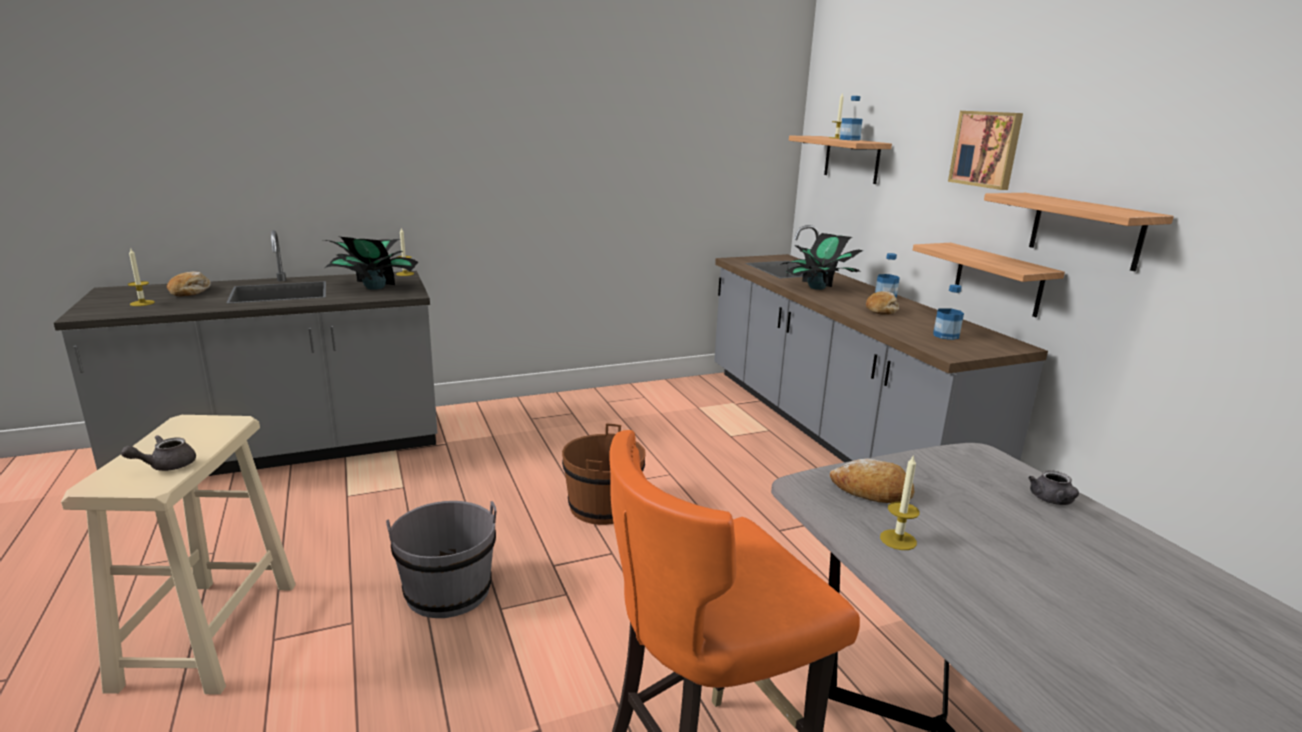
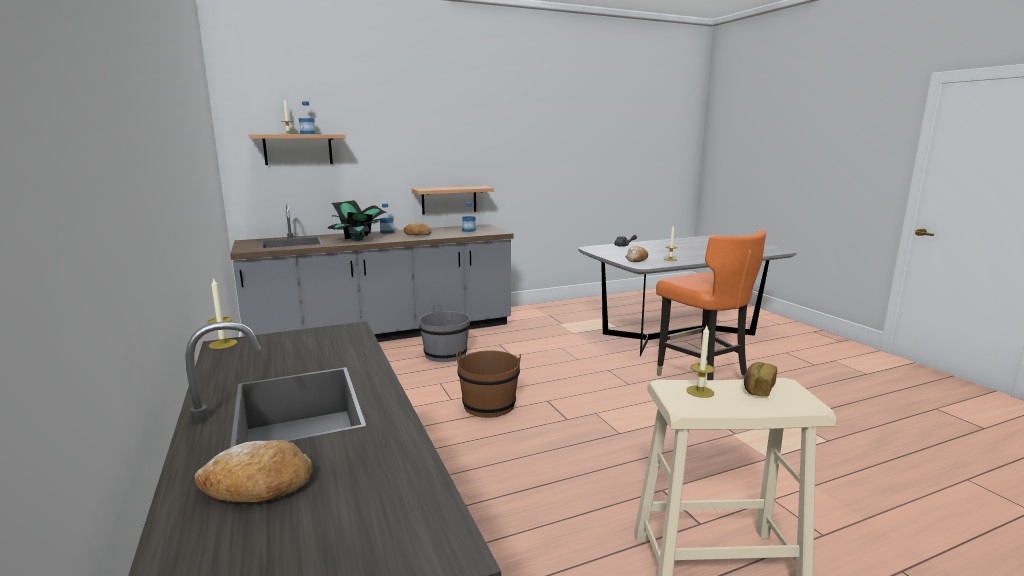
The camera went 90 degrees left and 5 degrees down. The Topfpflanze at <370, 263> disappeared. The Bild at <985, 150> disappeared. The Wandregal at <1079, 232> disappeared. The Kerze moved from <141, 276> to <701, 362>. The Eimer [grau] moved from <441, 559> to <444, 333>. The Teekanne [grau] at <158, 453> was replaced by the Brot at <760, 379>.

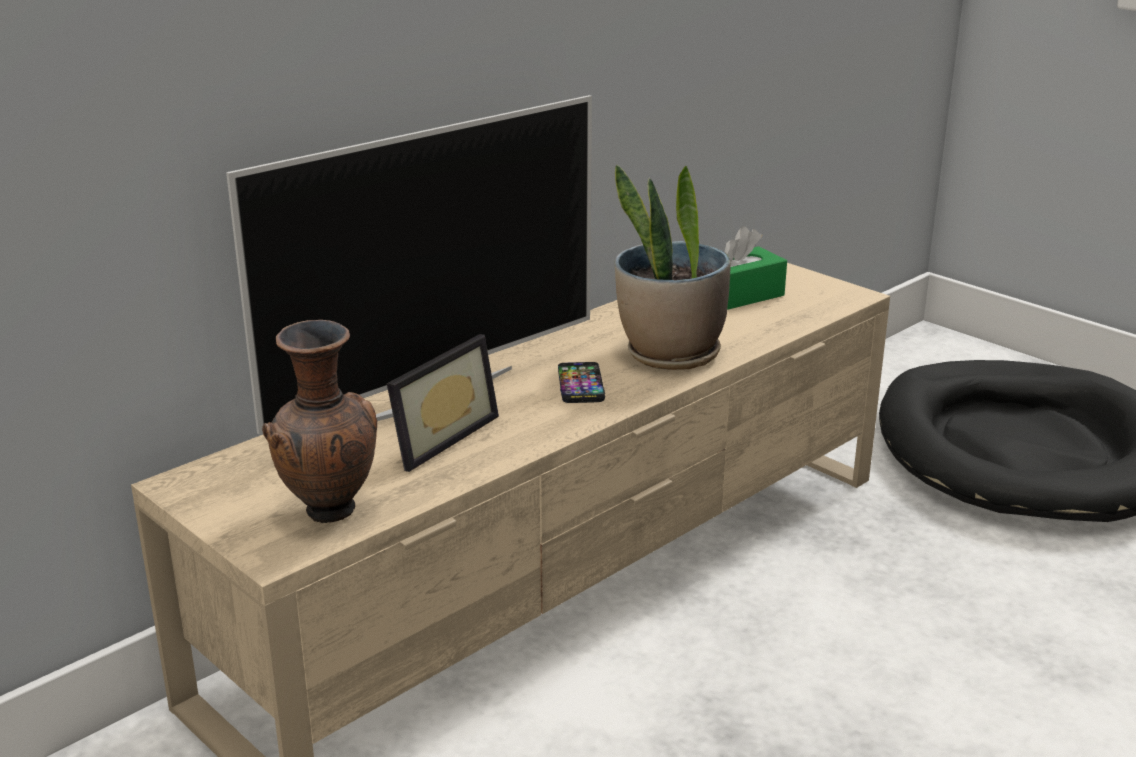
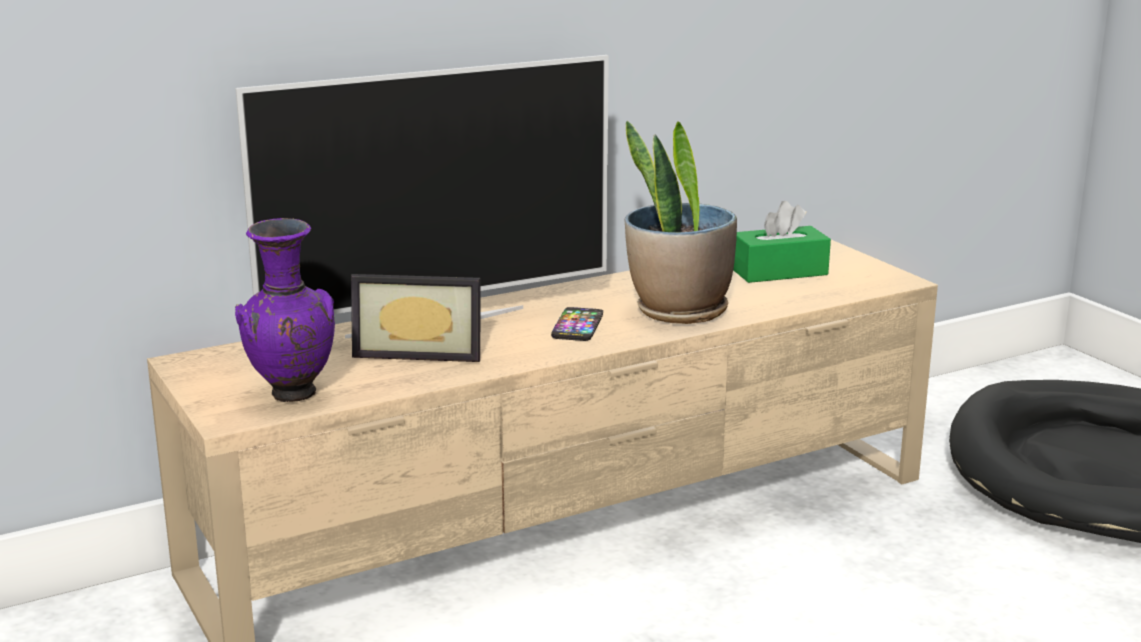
The camera went 15 degrees right and 5 degrees down. The Vase [braun] at <319, 421> became the Vase [lila] at <285, 310>. The Bilderrahmen at <443, 403> turned 45 degrees clockwise.

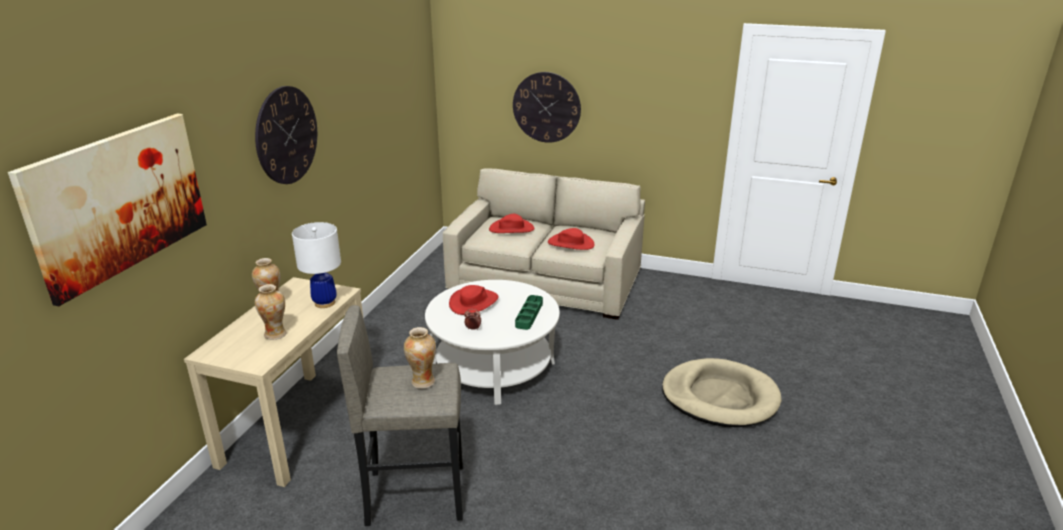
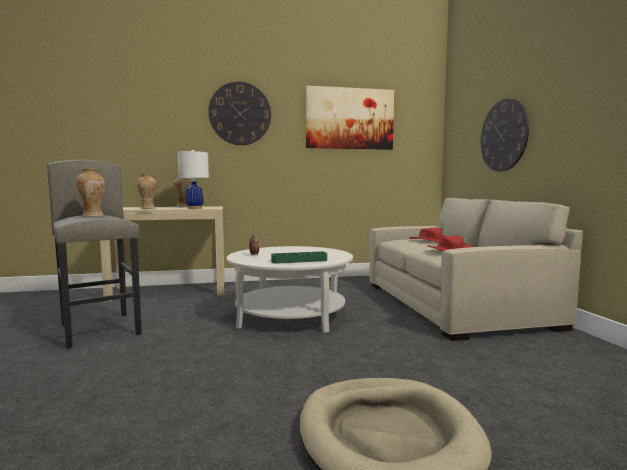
The camera went 60 degrees right and 20 degrees down. The Hut [rot] at <474, 300> disappeared. The Bild moved from <107, 210> to <350, 117>.

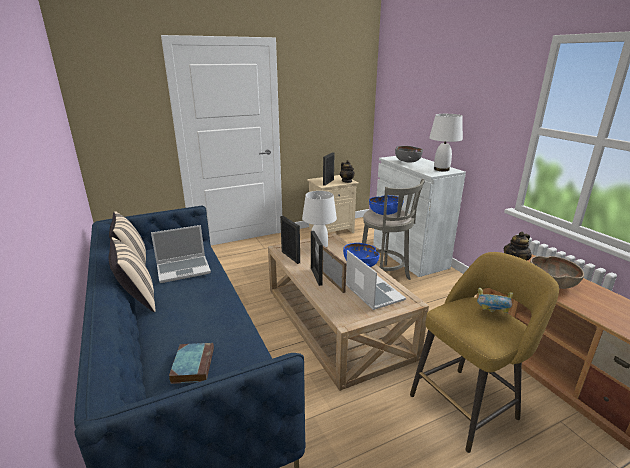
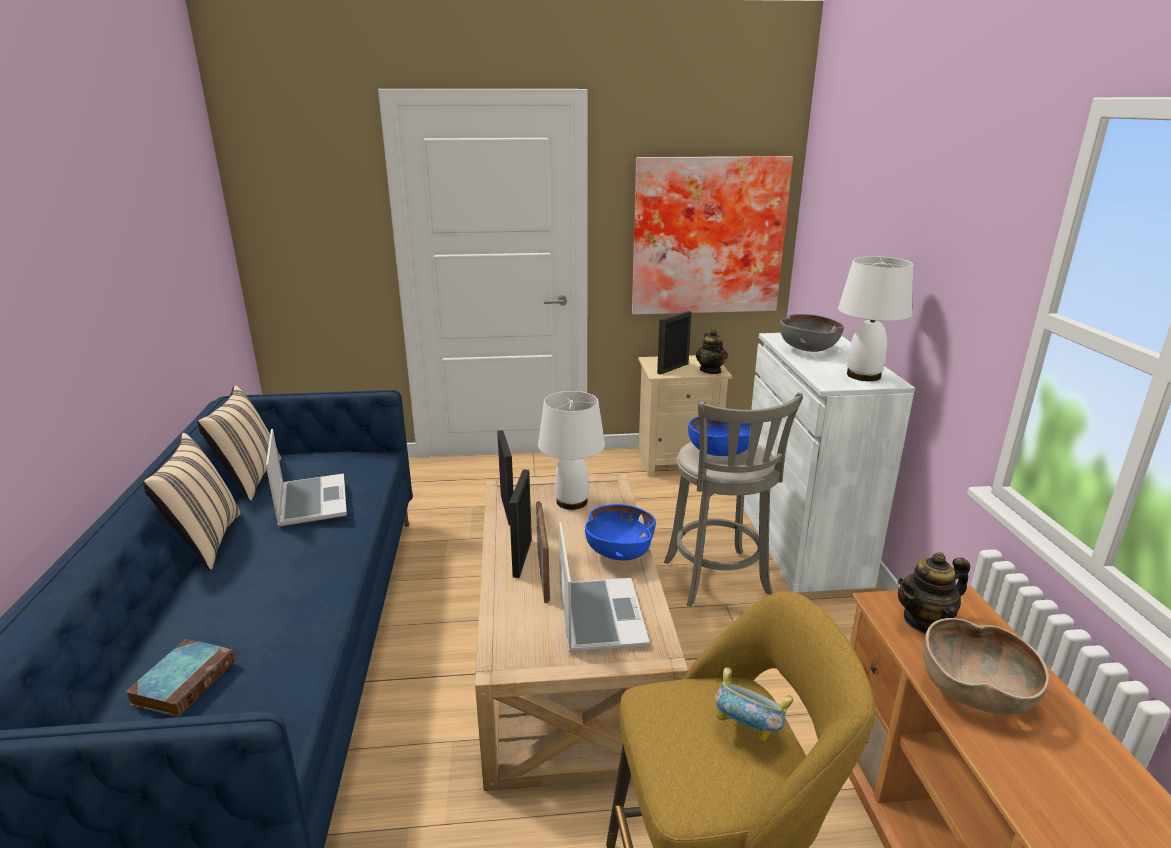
The camera went 20 degrees right and 0 degrees up. The Bild at <712, 235> appeared. The Laptop at <181, 254> turned 105 degrees counterclockwise.

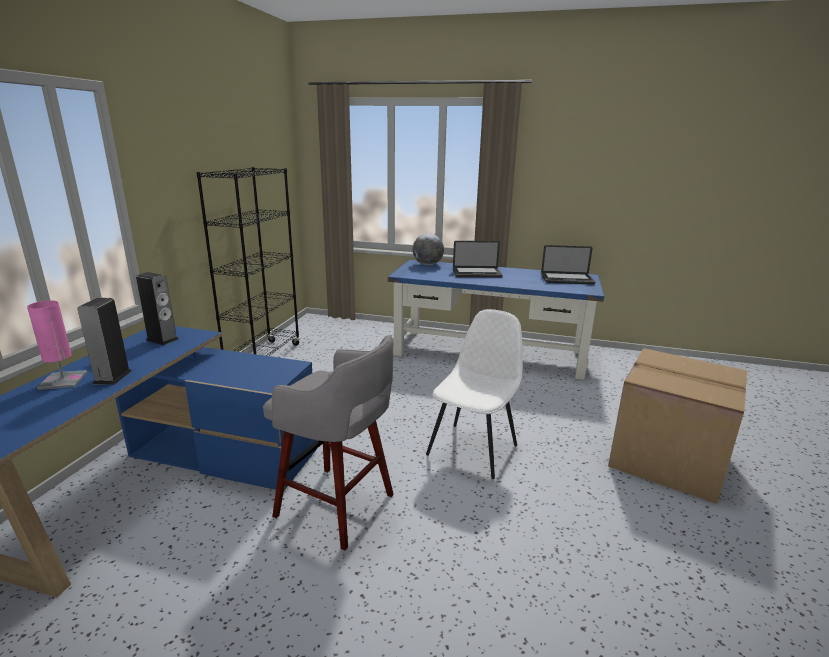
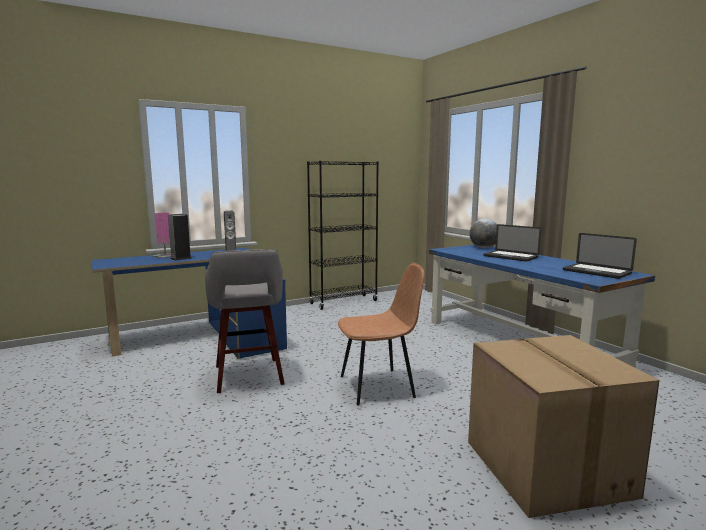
The camera went 45 degrees right and 10 degrees down. The Stuhl [weiß] at <474, 394> became the Stuhl [braun] at <381, 334>.

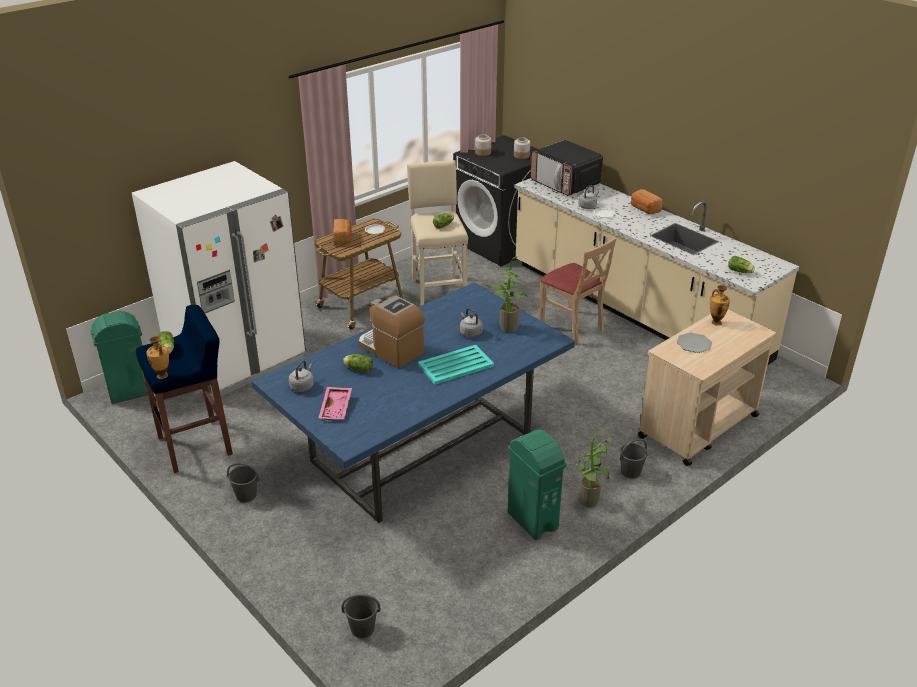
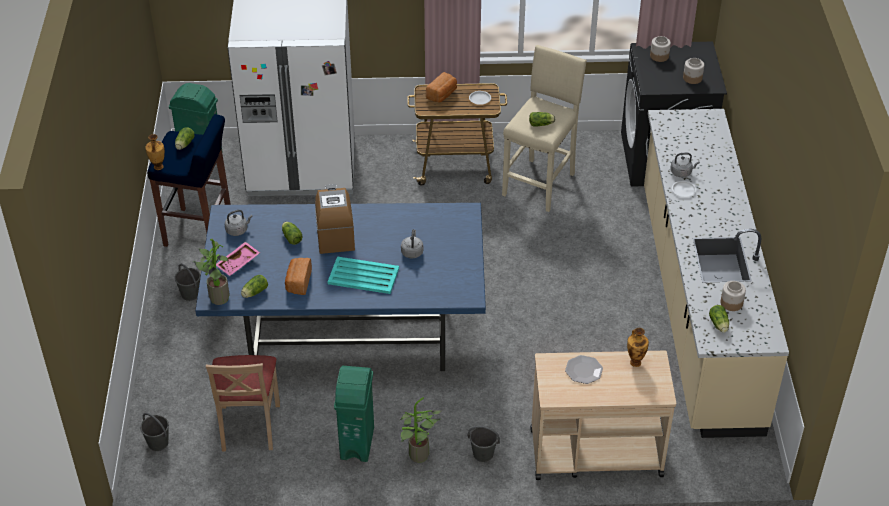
The camera went 40 degrees right and 10 degrees up. The Mikrowelle at <566, 168> disappeared. The Salatkopf at <254, 286> appeared. The Vorratsglas at <733, 296> appeared. The Topfpflanze moved from <507, 294> to <211, 272>. The Stuhl [beige] moved from <577, 292> to <243, 403>. The Brot moved from <647, 201> to <298, 276>.

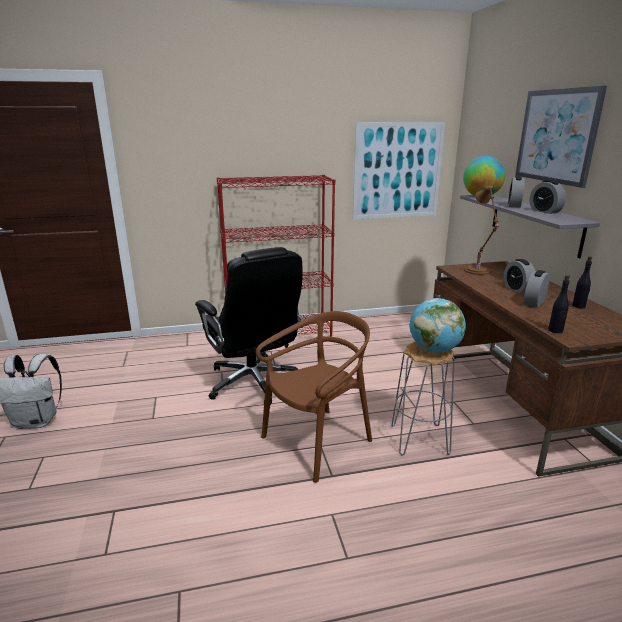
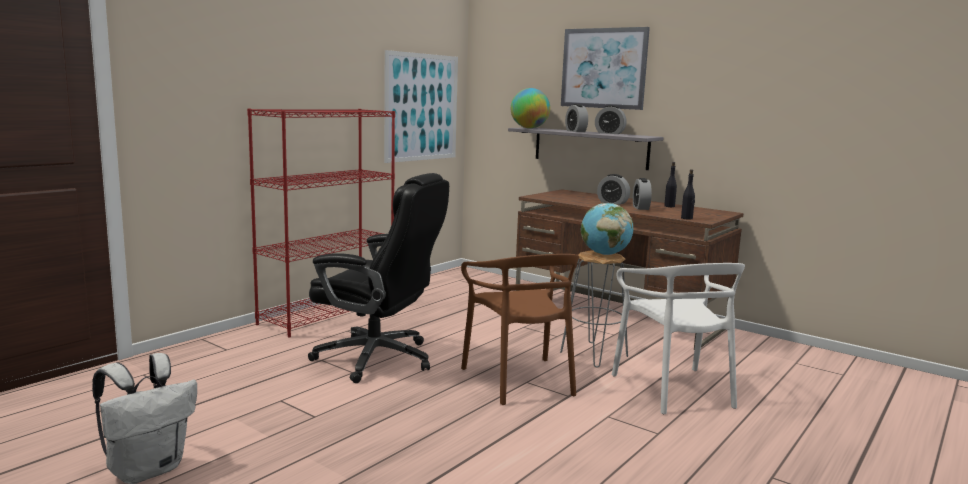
The camera went 40 degrees left and 10 degrees down. The Tischlampe [braun] at <482, 230> disappeared. The Stuhl [weiß] at <678, 338> appeared. The Stuhl [braun] at <314, 397> turned 150 degrees clockwise.

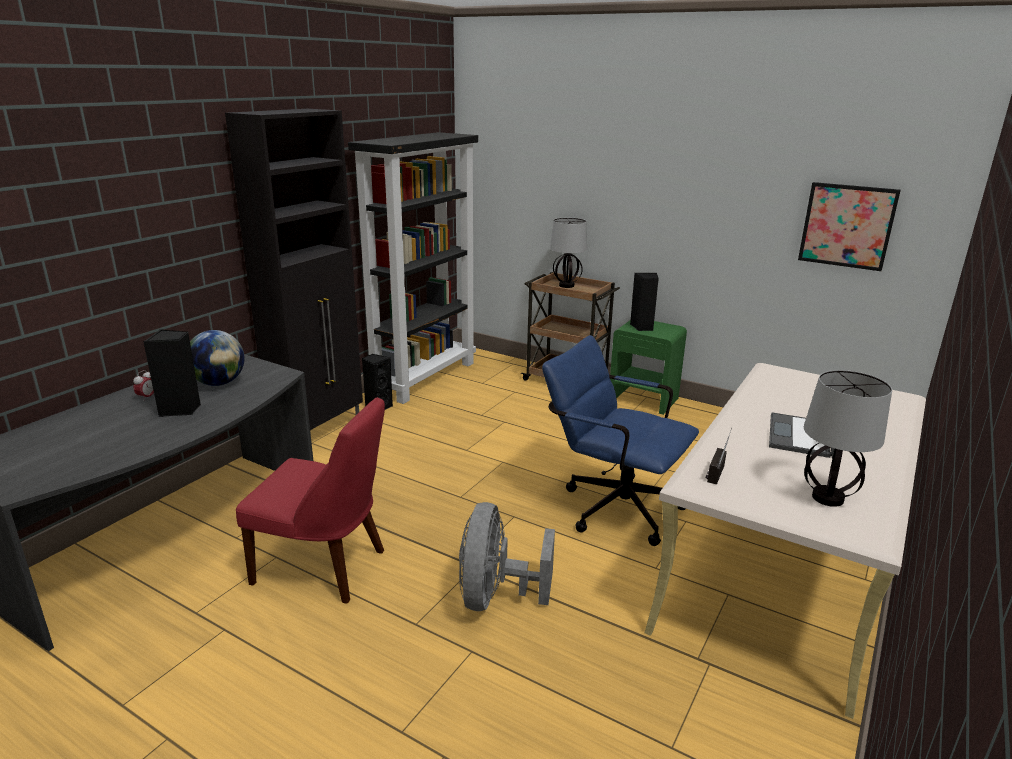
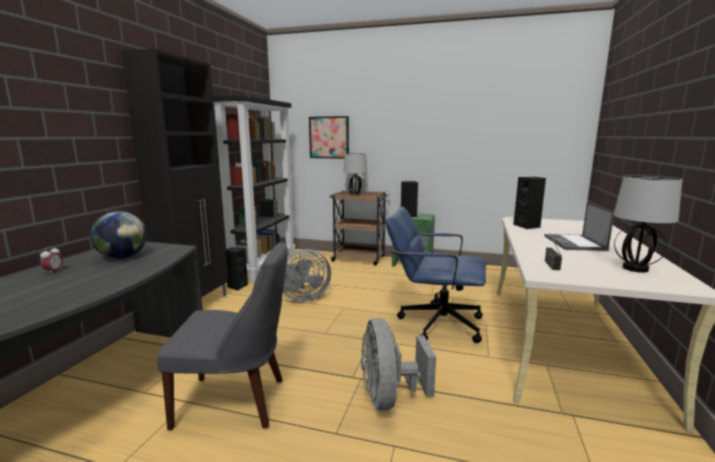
The camera went 15 degrees left and 10 degrees down. The Ventilator [grau] at <307, 275> appeared. The Lautsprecher [schwarz] moved from <172, 373> to <529, 203>. The Bild moved from <849, 226> to <329, 137>. The Stuhl [rot] at <310, 500> became the Stuhl [grau] at <222, 336>.

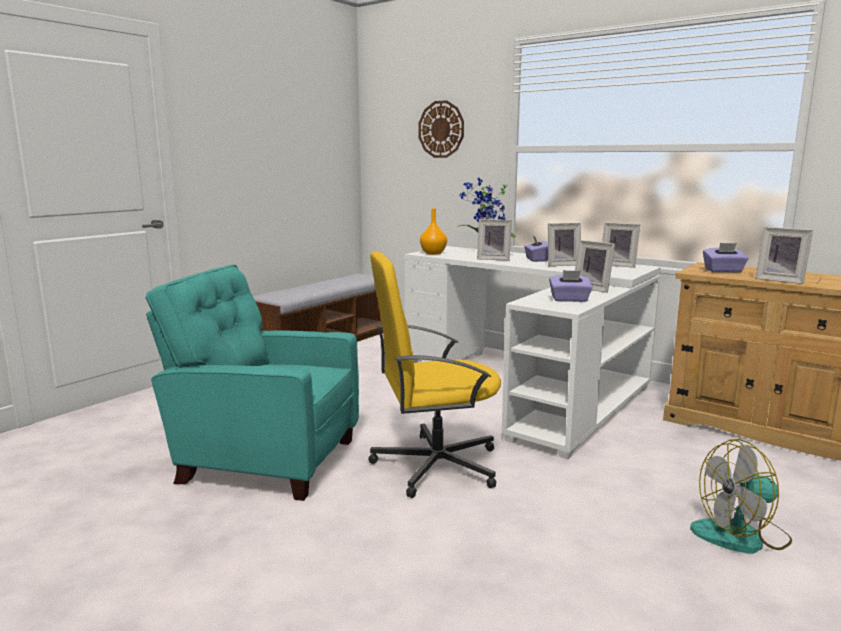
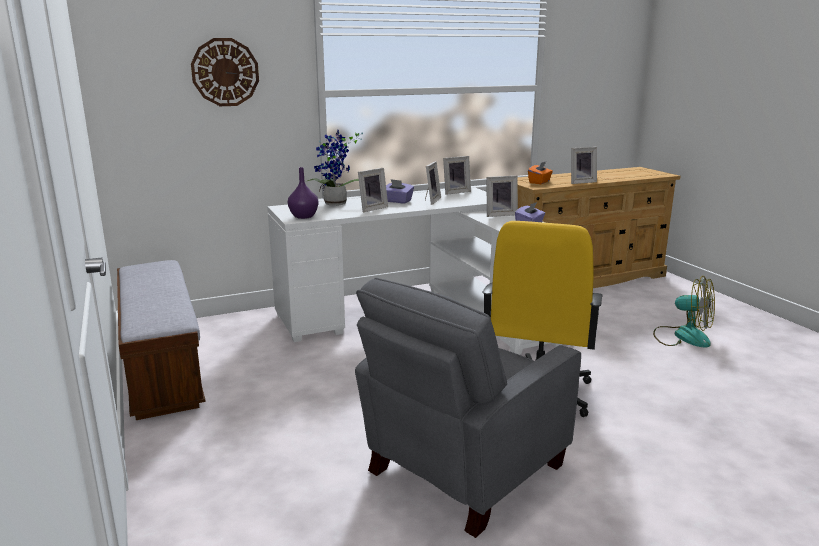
The camera went 60 degrees left and 5 degrees up. The Sessel [türkis] at <252, 383> became the Sessel [grau] at <468, 408>. The Vase [orange] at <433, 231> became the Vase [lila] at <303, 193>. The Taschentuchbox [lila] at <726, 258> became the Taschentuchbox [orange] at <540, 173>. The Ventilator at <741, 496> turned 75 degrees counterclockwise.

